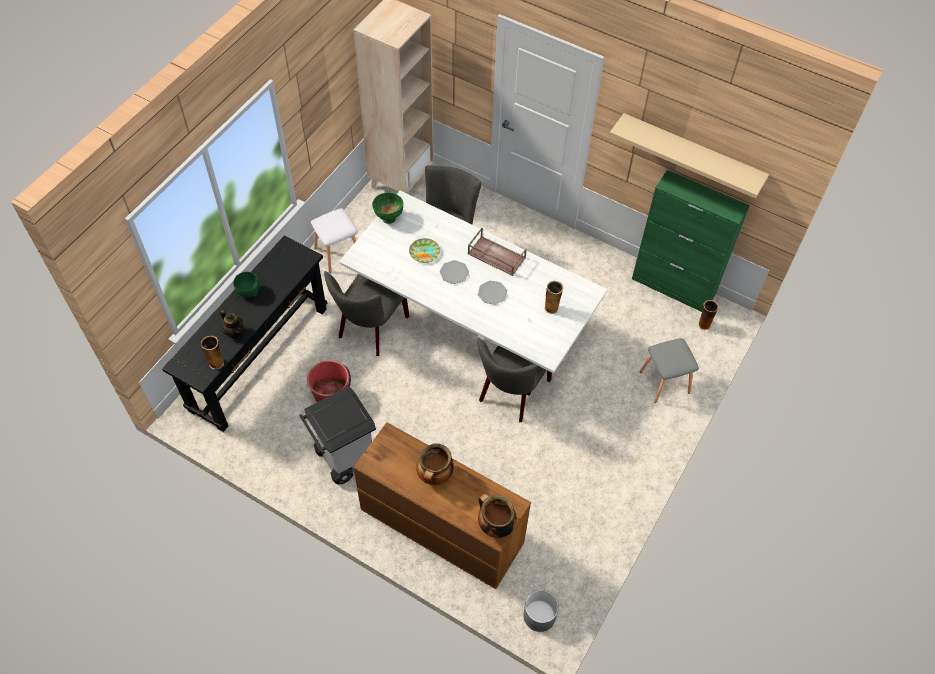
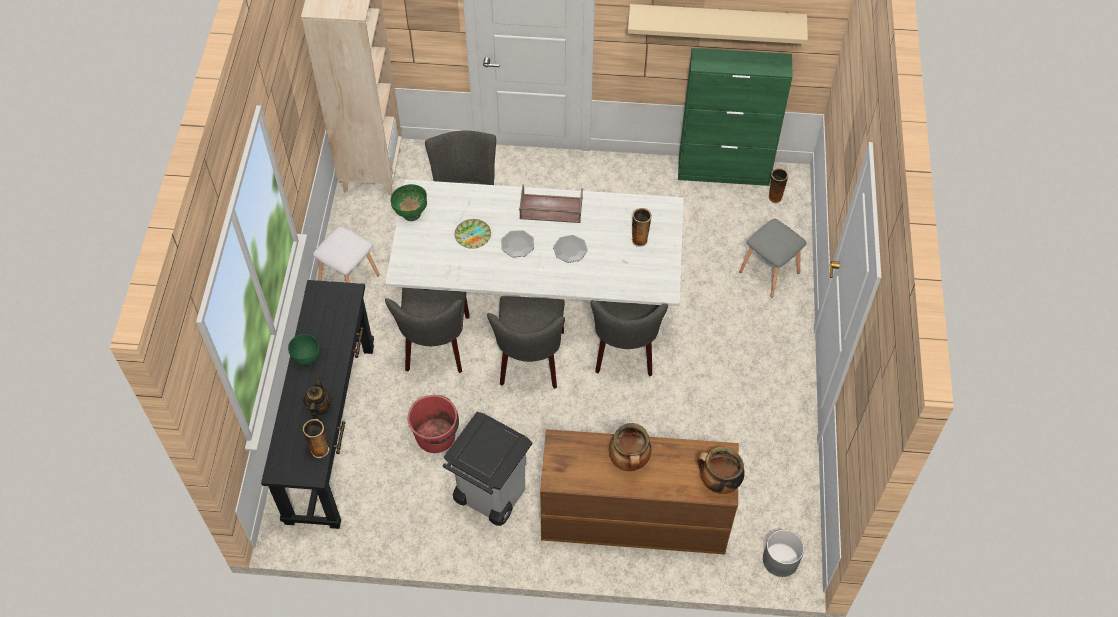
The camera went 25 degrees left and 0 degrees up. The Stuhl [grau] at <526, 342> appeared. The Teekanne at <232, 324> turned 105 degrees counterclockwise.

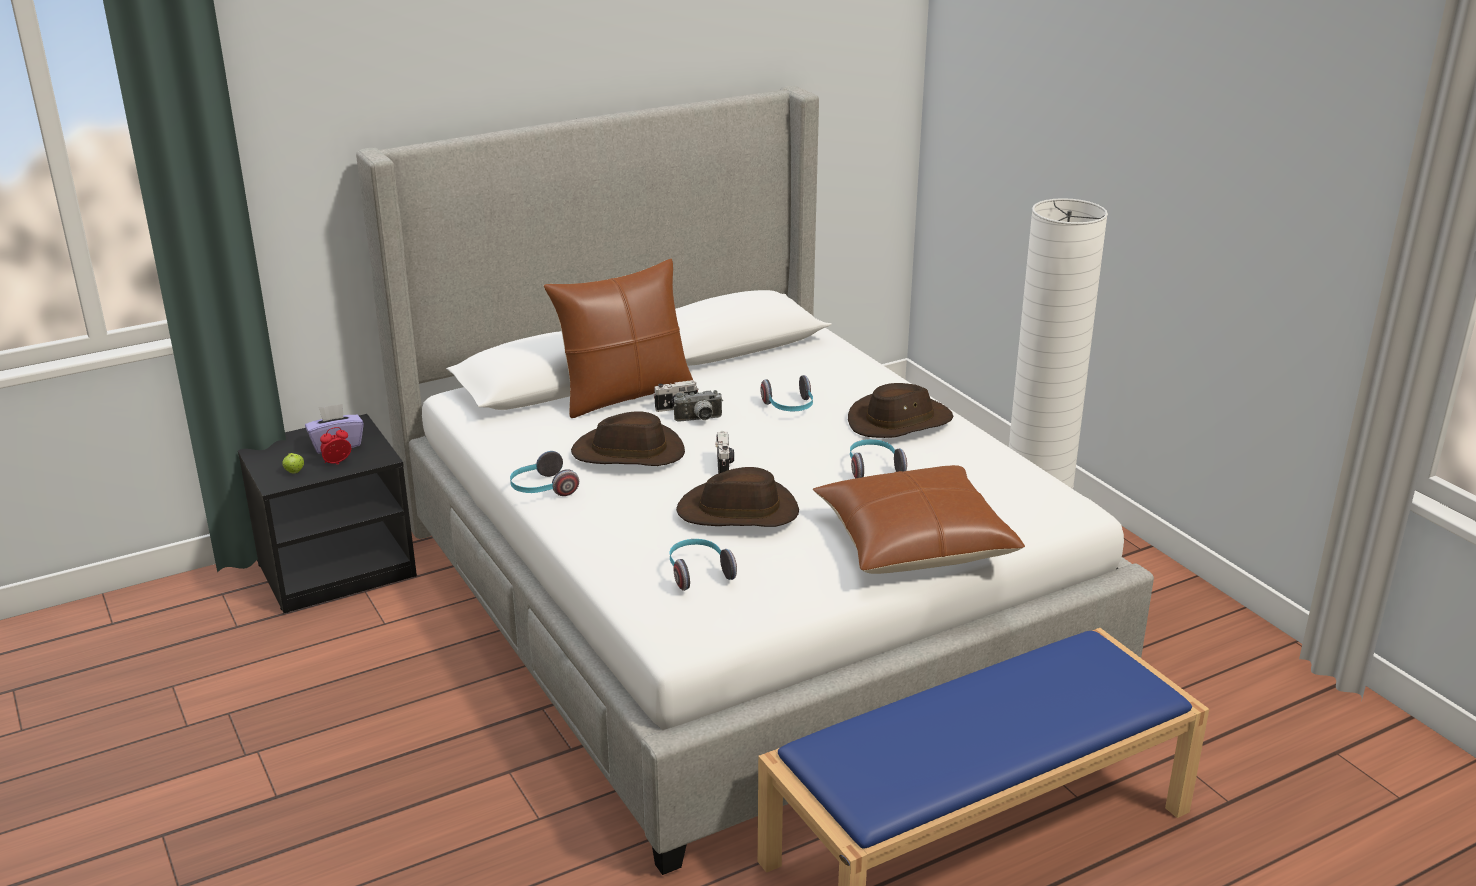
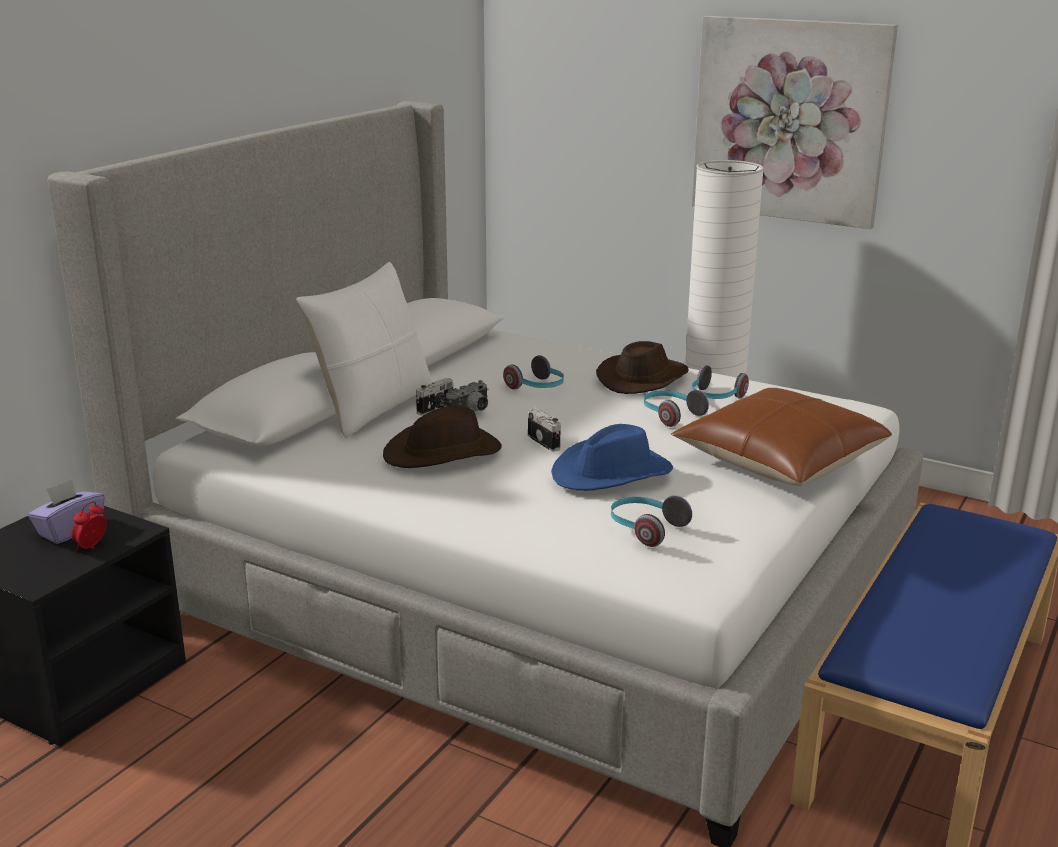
The camera went 30 degrees left and 5 degrees down. The Apfel at <293, 463> disappeared. The Bild at <795, 122> appeared. The Kopfhörer moved from <544, 473> to <720, 382>. The Kissen [braun] at <618, 338> became the Kissen [weiß] at <364, 350>. The Hut [braun] at <737, 497> became the Hut [blau] at <612, 457>.

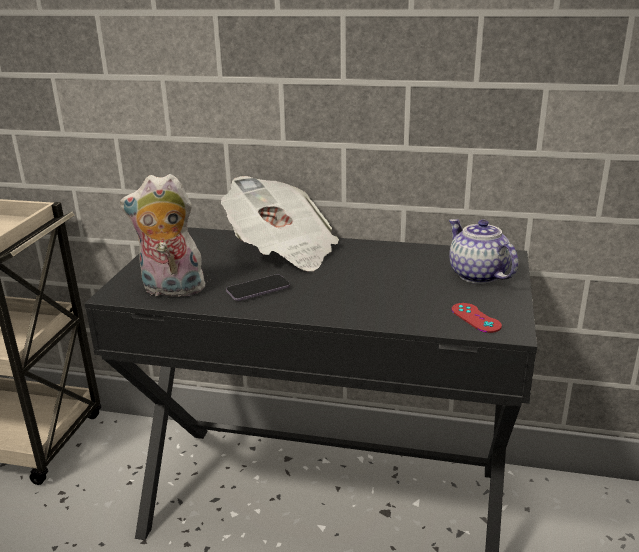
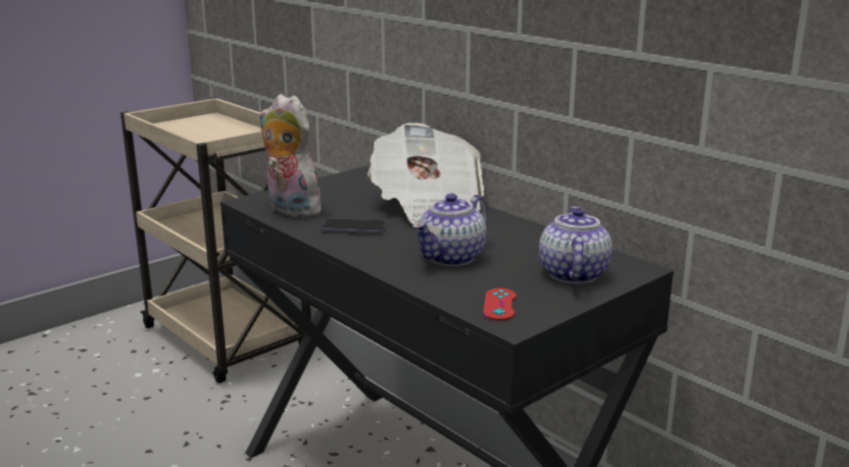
The camera went 35 degrees right and 5 degrees down. The Teekanne at <450, 229> appeared.

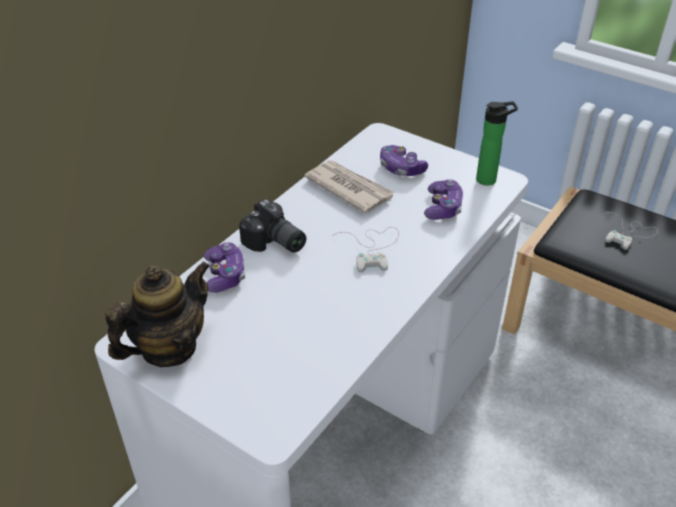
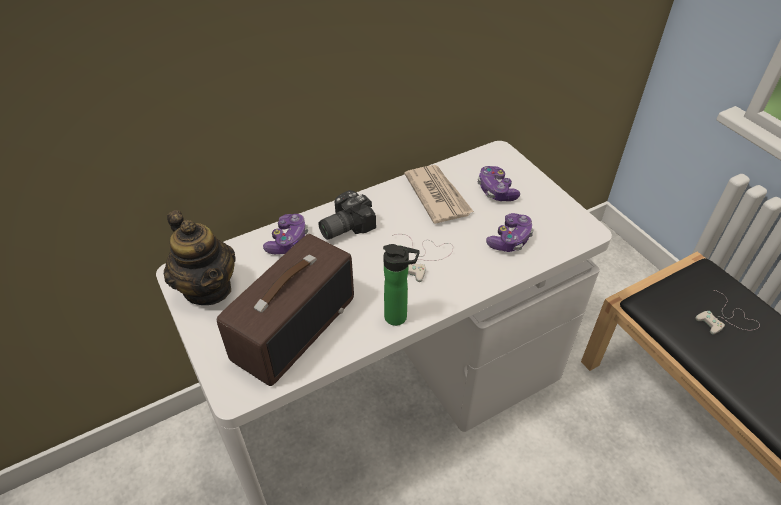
The camera went 25 degrees right and 5 degrees up. The Radio at <285, 310> appeared. The Flasche moved from <497, 143> to <401, 285>. The Teekanne at <157, 314> turned 75 degrees clockwise. The Kamera at <272, 226> turned 75 degrees clockwise.

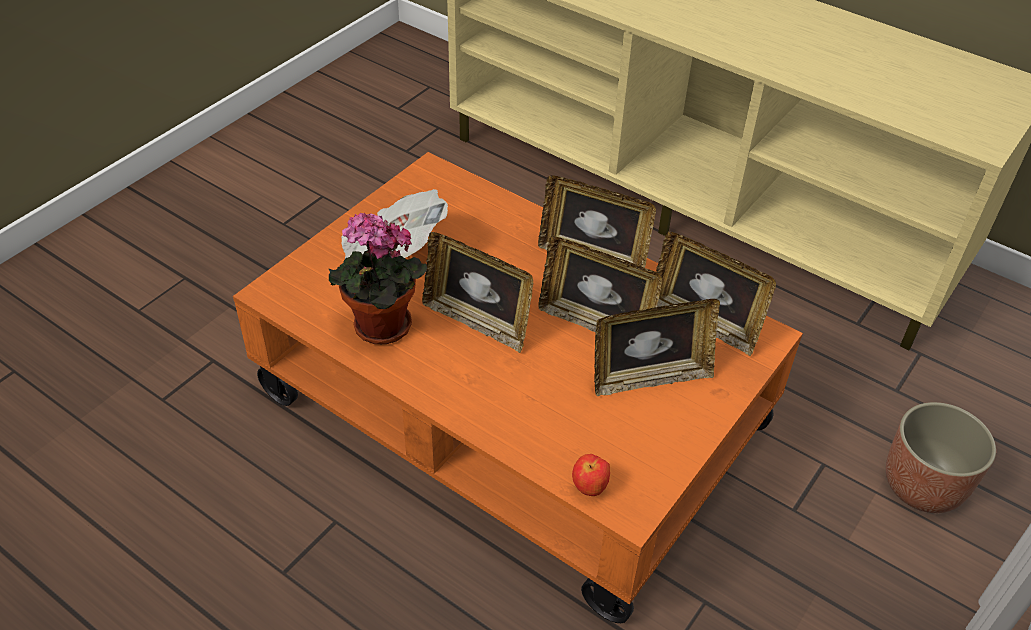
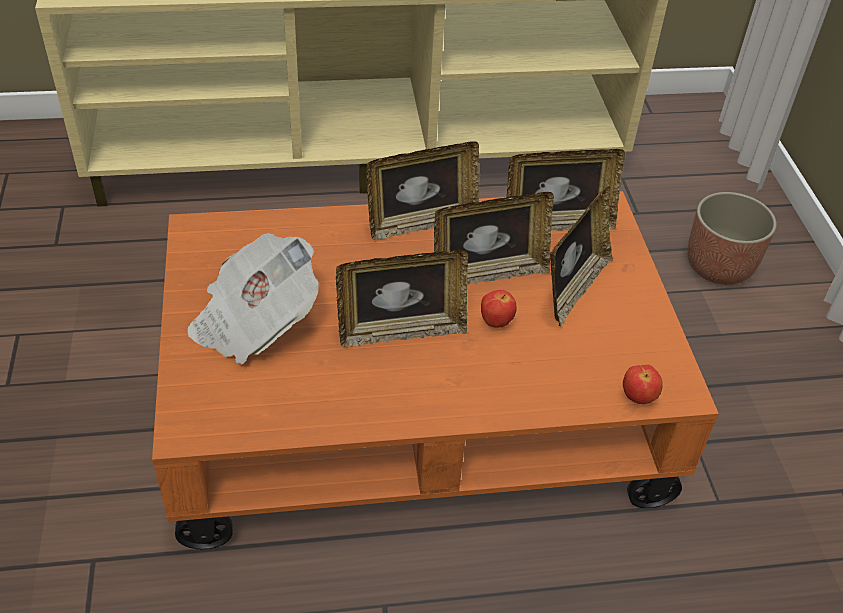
The camera went 45 degrees left and 0 degrees up. The Topfpflanze at <378, 278> disappeared. The Apfel at <499, 309> appeared.

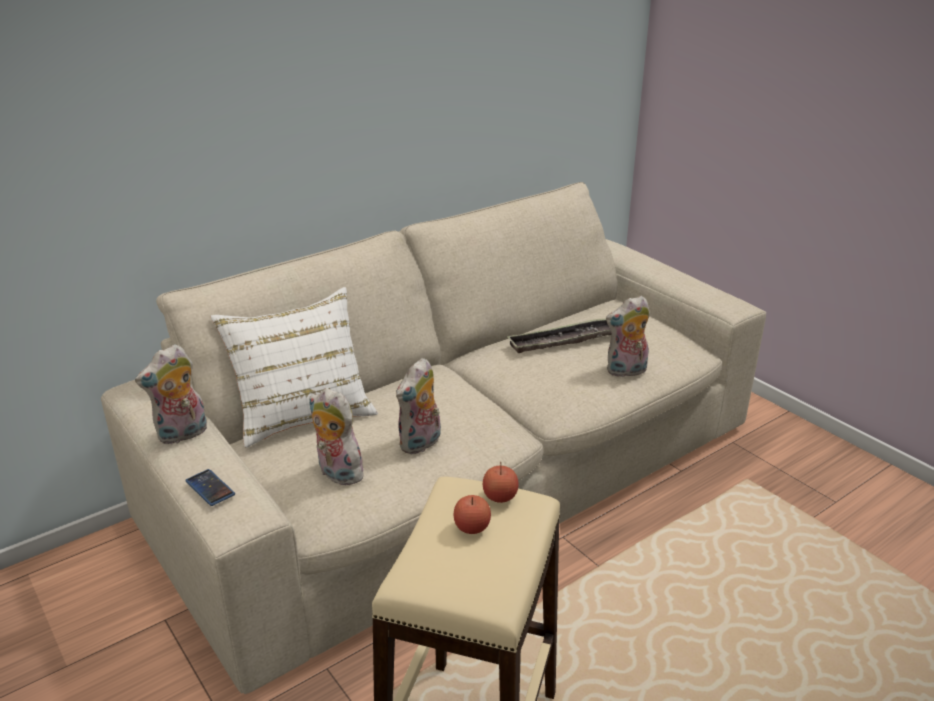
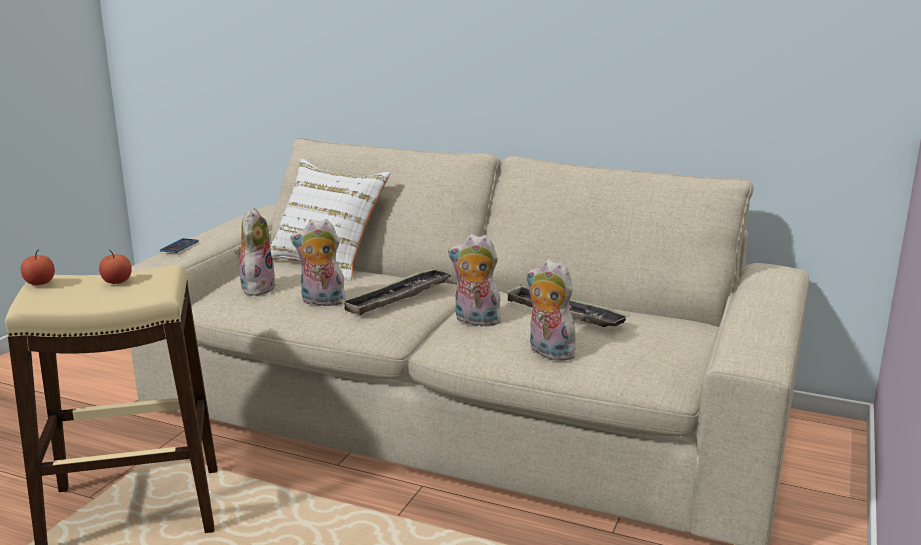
The camera went 60 degrees right and 10 degrees down. The Tablett at <396, 291> appeared. The Plüschtier moved from <171, 394> to <474, 280>. The Apfel moved from <501, 482> to <38, 267>.

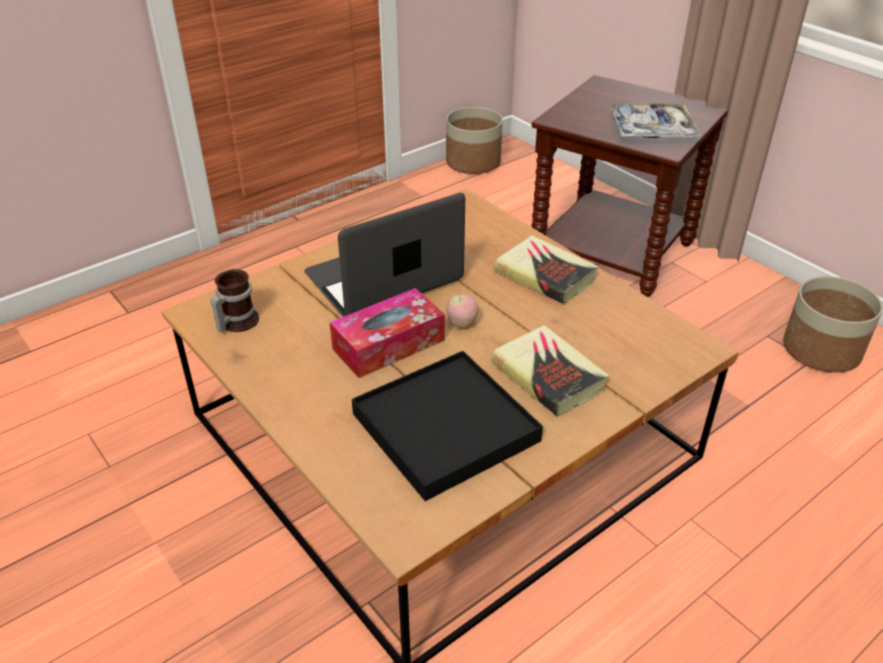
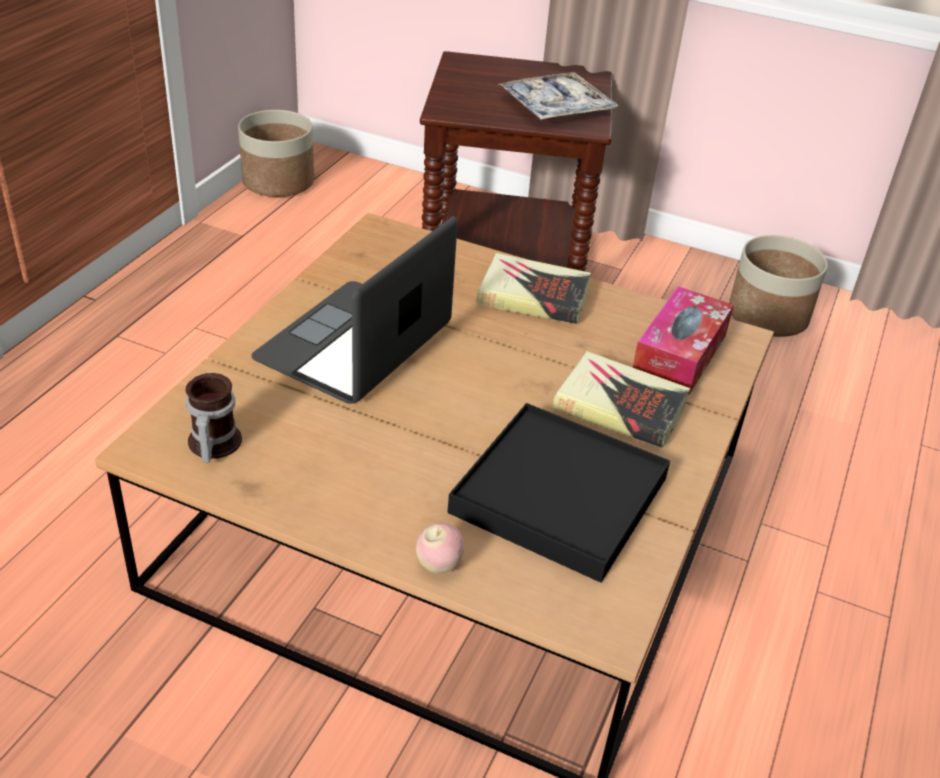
The camera went 30 degrees left and 0 degrees up. The Taschentuchbox moved from <387, 333> to <683, 340>. The Apfel moved from <462, 311> to <440, 548>.

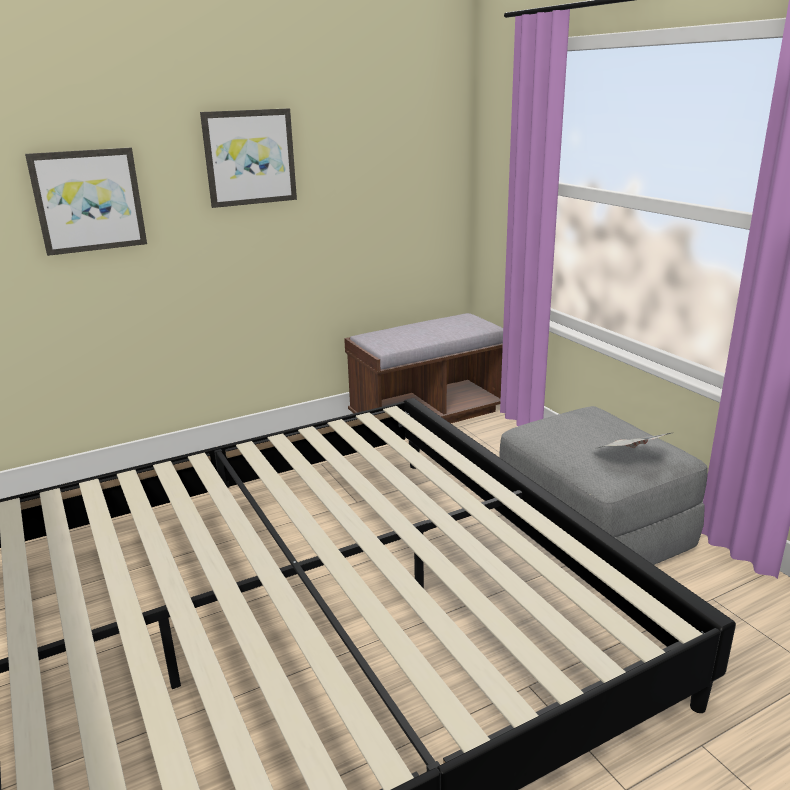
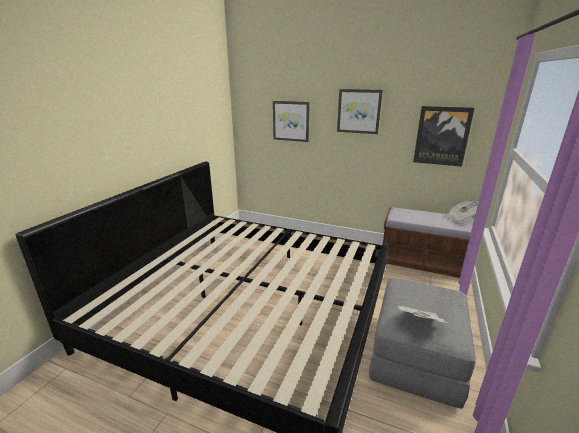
The camera went 50 degrees right and 0 degrees up. The Bild at <443, 136> appeared. The Zeitung at <460, 211> appeared.

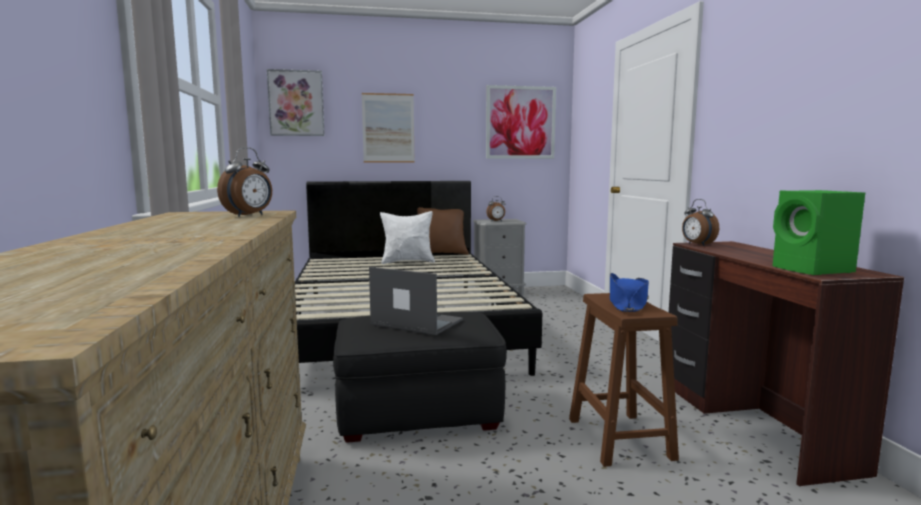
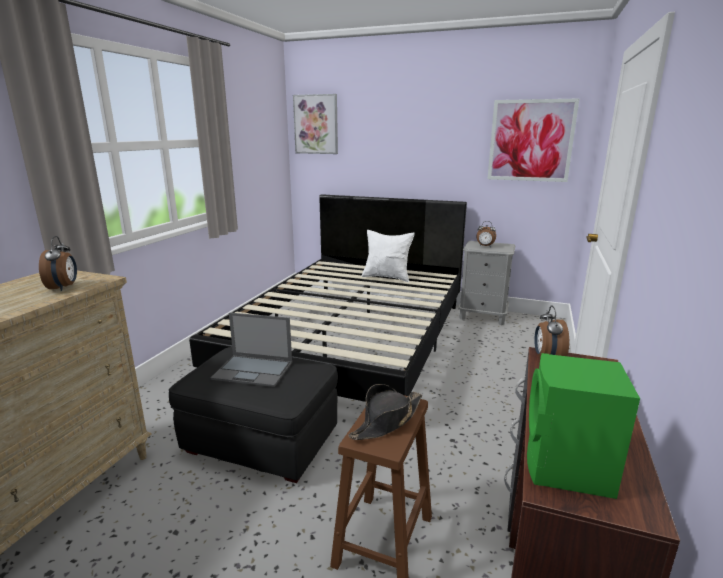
The camera went 30 degrees right and 10 degrees up. The Bild at <388, 128> disappeared. The Kissen [braun] at <443, 231> disappeared. The Hut [blau] at <629, 292> became the Hut [schwarz] at <385, 412>. The Wecker at <244, 182> turned 75 degrees counterclockwise. The Laptop at <416, 301> turned 135 degrees clockwise.

